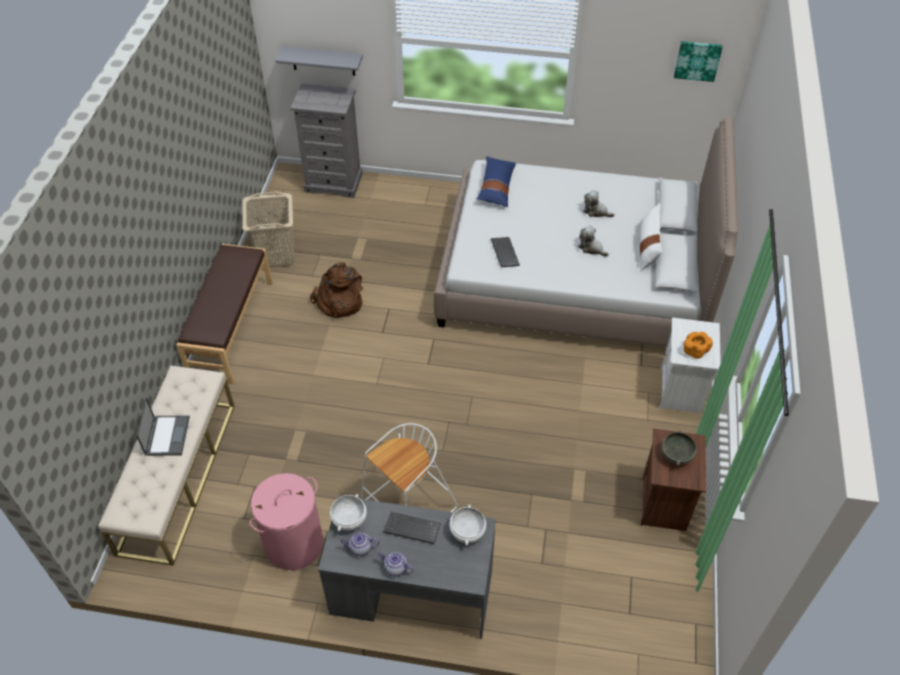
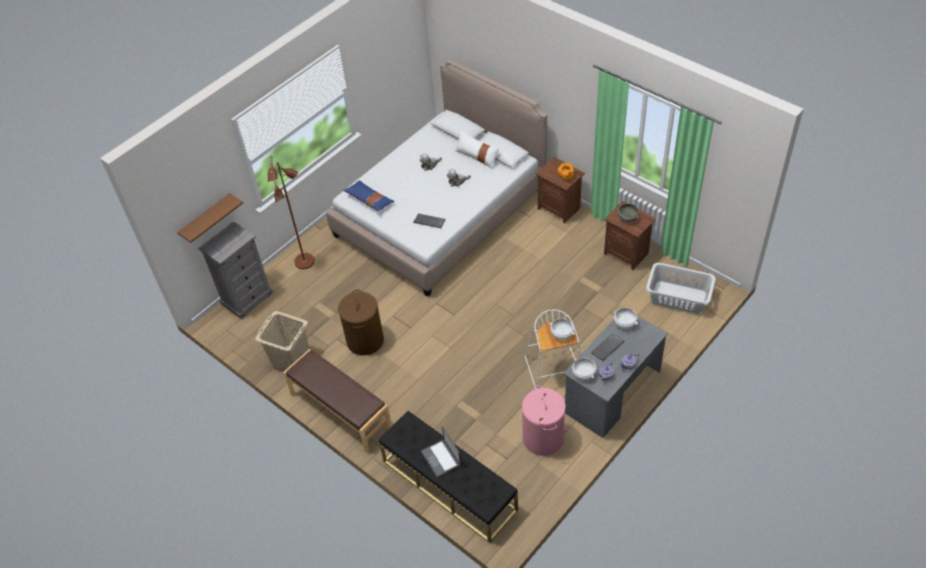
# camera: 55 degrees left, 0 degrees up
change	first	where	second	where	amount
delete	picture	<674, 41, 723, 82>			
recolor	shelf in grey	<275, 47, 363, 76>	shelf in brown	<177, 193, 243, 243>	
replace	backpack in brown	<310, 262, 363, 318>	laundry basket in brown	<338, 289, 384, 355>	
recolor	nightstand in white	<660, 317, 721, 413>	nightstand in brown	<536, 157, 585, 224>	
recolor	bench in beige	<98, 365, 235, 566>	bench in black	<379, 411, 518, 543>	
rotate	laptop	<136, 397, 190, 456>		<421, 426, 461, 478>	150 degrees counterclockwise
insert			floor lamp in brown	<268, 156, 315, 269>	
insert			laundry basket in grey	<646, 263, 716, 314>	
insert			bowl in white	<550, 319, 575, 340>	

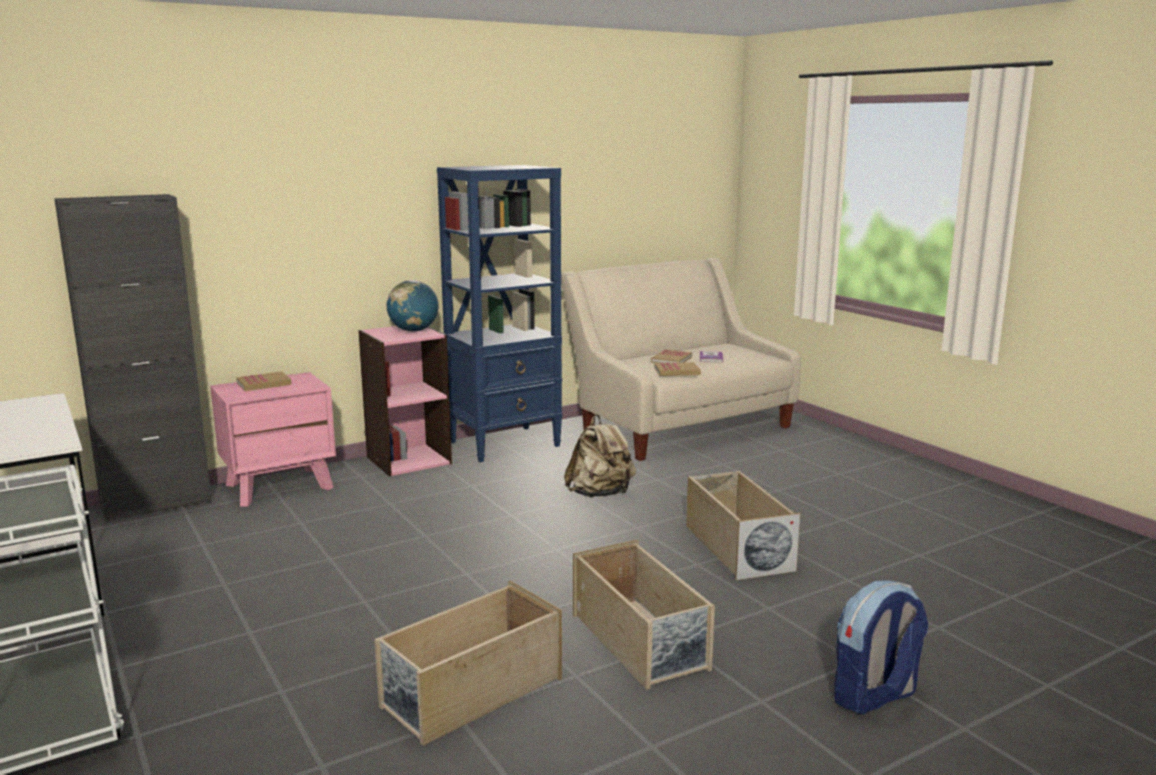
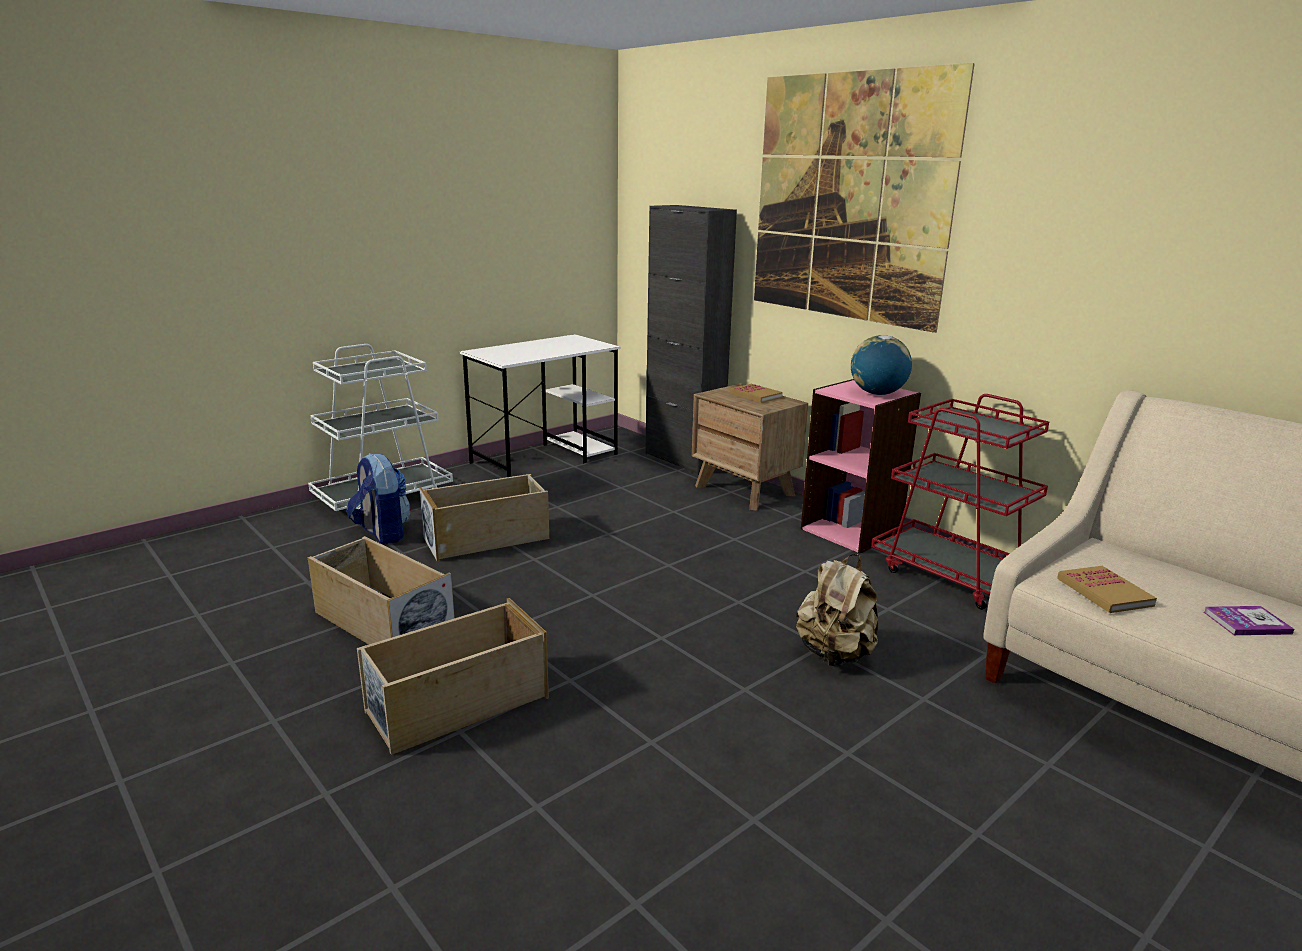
# camera: 80 degrees right, 5 degrees up
change	first	where	second	where	amount
replace	bookcase in blue	<437, 165, 562, 462>	cart in red	<871, 394, 1049, 610>	
delete	book	<651, 349, 692, 363>			
recolor	nightstand in pink	<210, 372, 336, 507>	nightstand in brown	<692, 384, 808, 511>	
move	storage box in beige	<686, 470, 801, 580>		<419, 474, 549, 561>	
move	backpack	<834, 580, 928, 714>		<346, 453, 411, 544>	
insert			picture	<754, 63, 975, 333>	

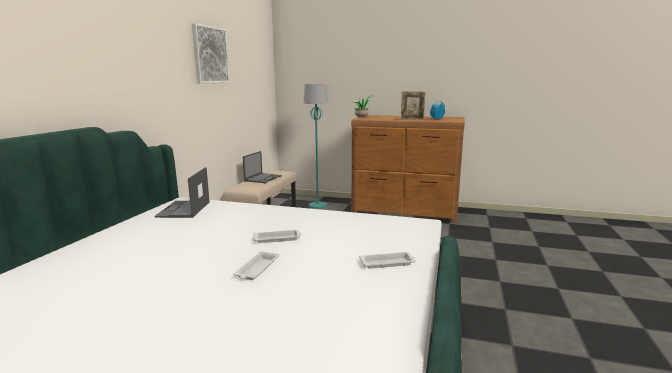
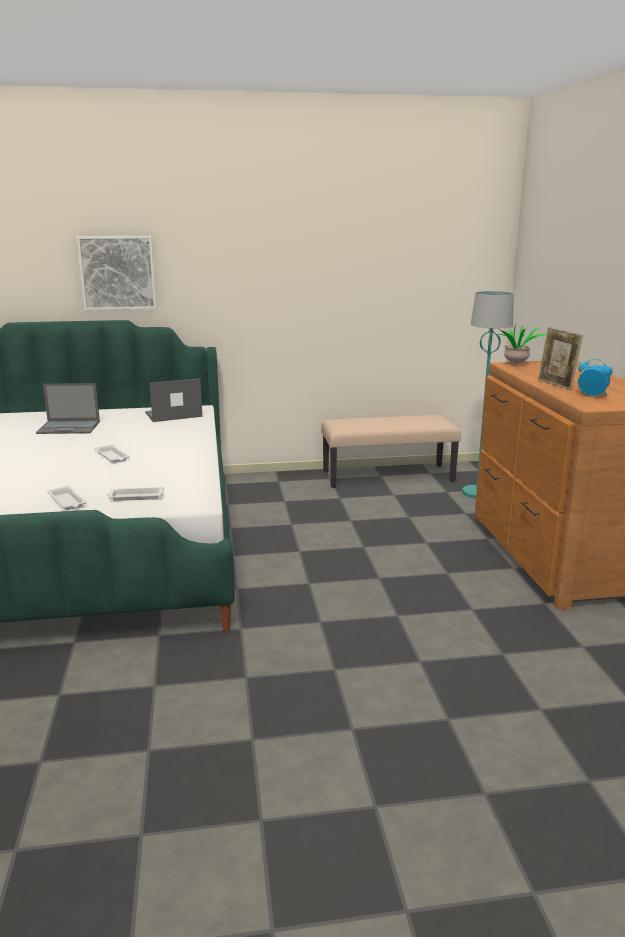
# camera: 65 degrees right, 5 degrees up
change	first	where	second	where	amount
move	picture	<192, 23, 230, 84>		<76, 236, 157, 311>	
move	laptop	<243, 151, 281, 183>		<36, 383, 100, 434>	
move	tray in white	<233, 251, 279, 280>		<107, 486, 164, 501>	

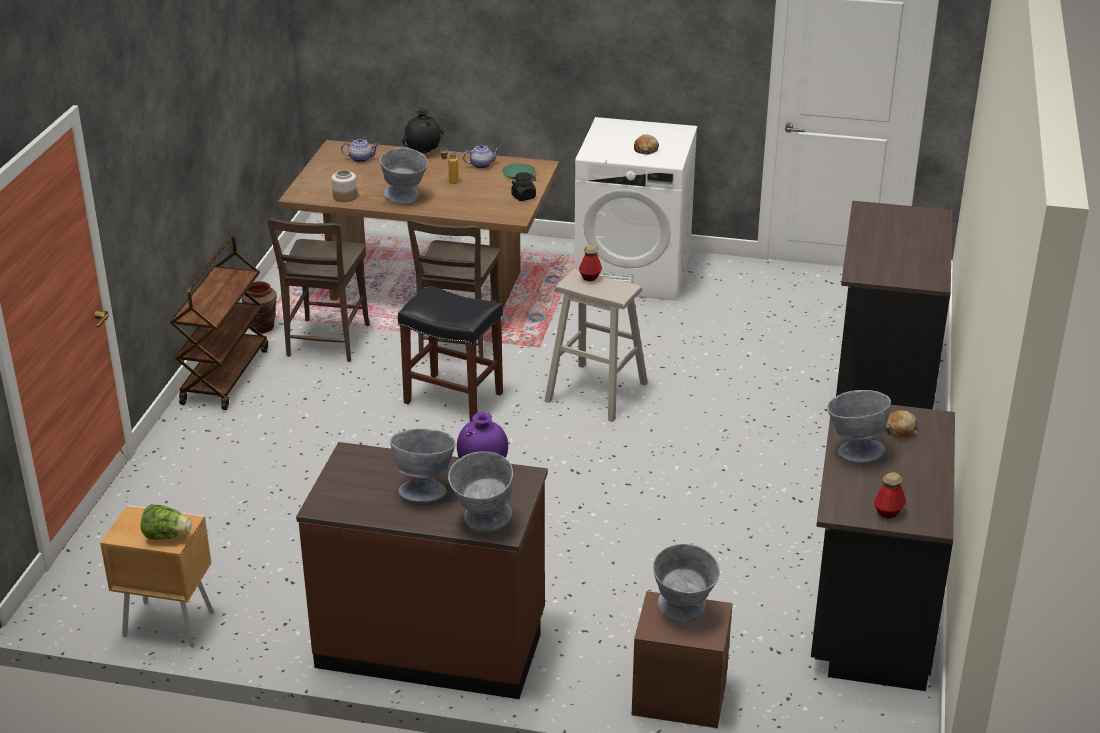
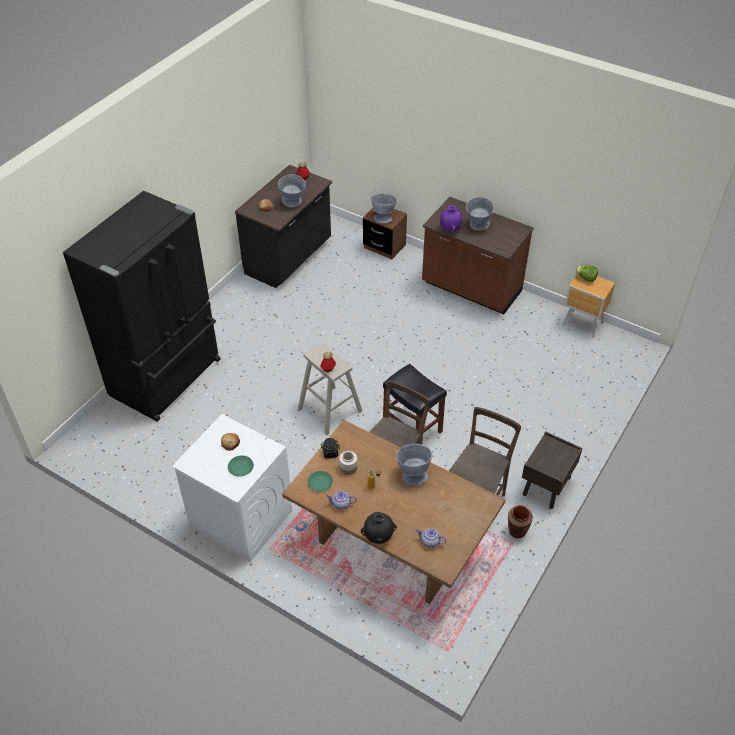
# camera: 160 degrees left, 15 degrees up
change	first	where	second	where	amount
move	jar	<332, 170, 357, 202>		<339, 451, 357, 475>	
replace	counter in black	<836, 201, 952, 409>	fridge in black	<63, 191, 221, 422>	
replace	cart in brown	<170, 235, 268, 410>	nightstand in brown	<522, 431, 582, 509>	
delete	bowl in grey	<448, 451, 513, 532>			
insert			plate in green	<228, 456, 254, 476>	

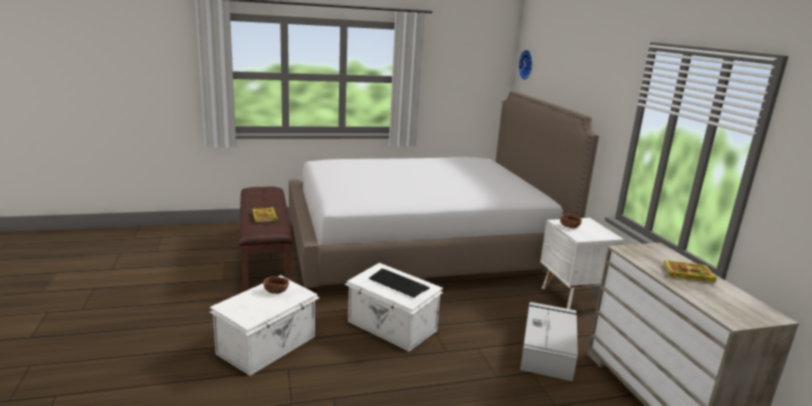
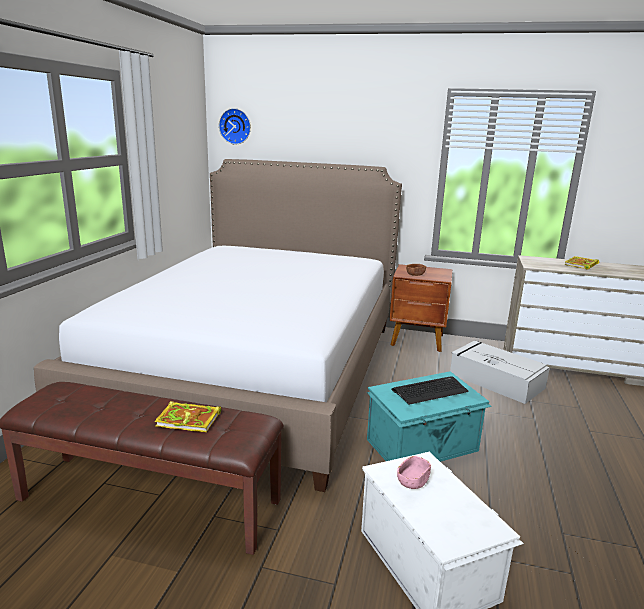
# camera: 60 degrees left, 0 degrees up
change	first	where	second	where	amount
recolor	nightstand in white	<540, 218, 624, 309>	nightstand in brown	<390, 264, 452, 352>	
recolor	storage box in white	<344, 263, 443, 352>	storage box in turquoise	<367, 371, 492, 462>	
recolor	bowl in brown	<263, 277, 289, 294>	bowl in pink	<397, 456, 431, 489>	

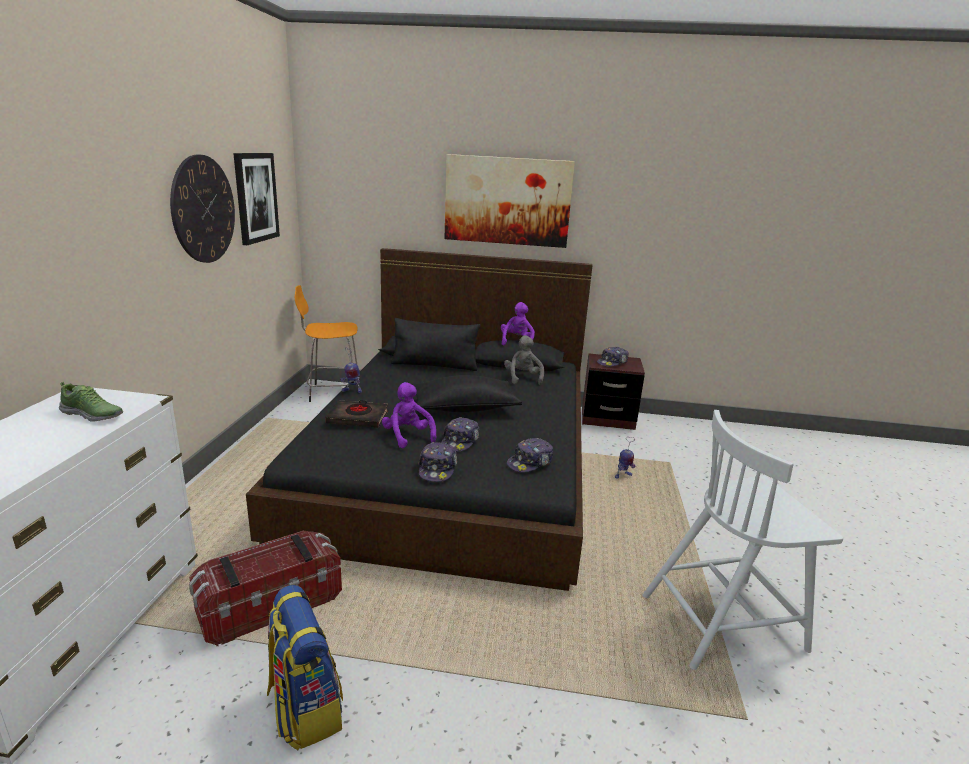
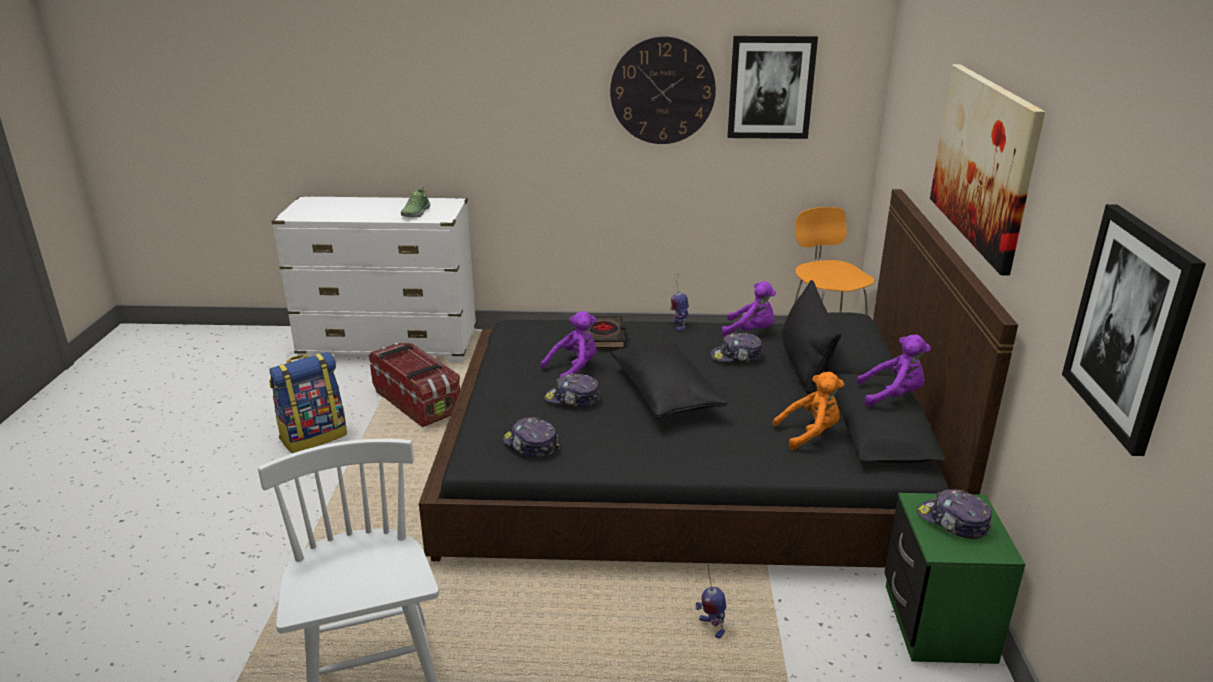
# camera: 85 degrees right, 5 degrees up
change	first	where	second	where	amount
recolor	plush toy in grey	<504, 335, 544, 385>	plush toy in orange	<772, 372, 844, 450>	
recolor	nightstand in brown	<582, 353, 645, 430>	nightstand in green	<884, 493, 1025, 664>	
move	cap	<418, 442, 457, 482>		<711, 332, 762, 362>	
insert			picture	<1062, 204, 1206, 456>	
insert			plush toy in purple	<721, 281, 776, 336>	

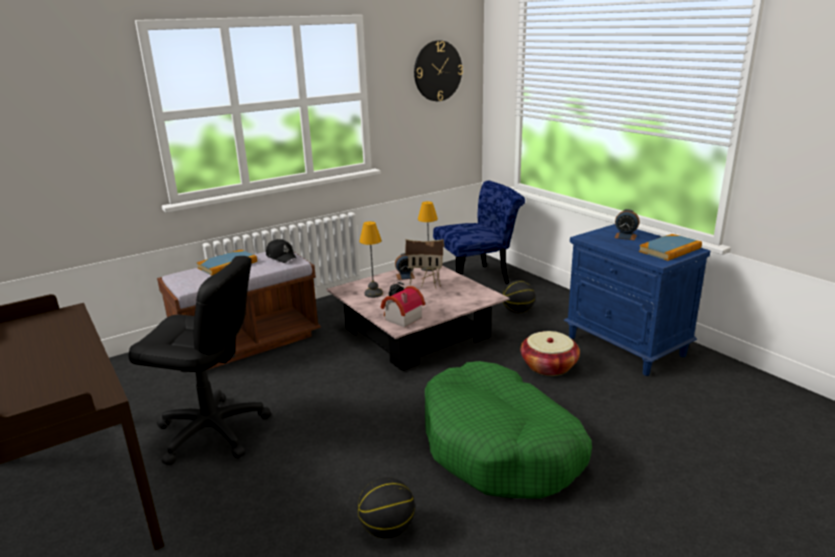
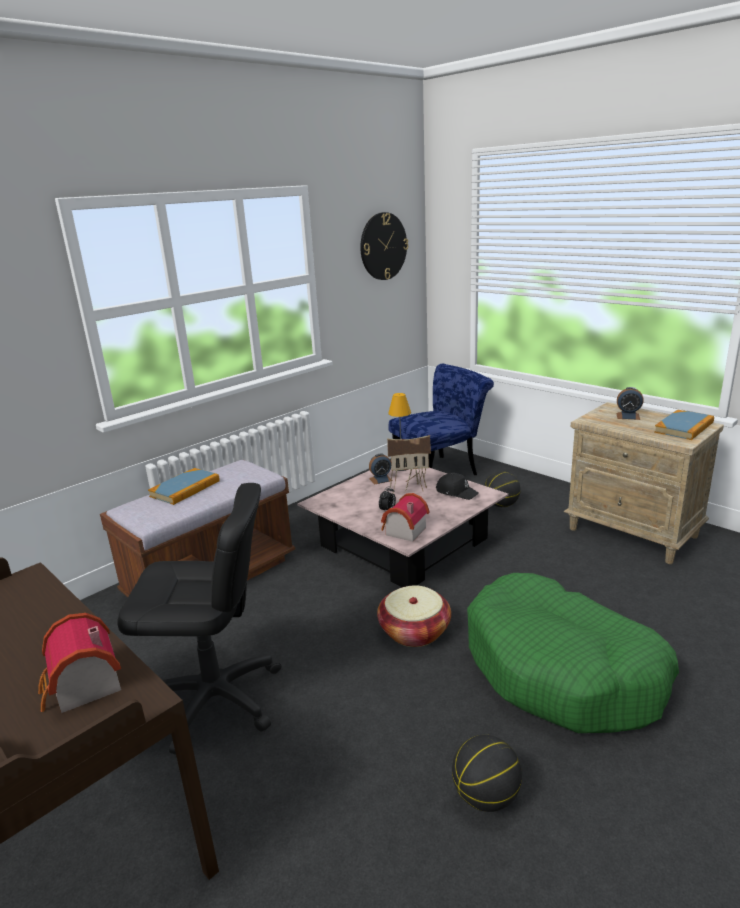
# camera: 10 degrees left, 0 degrees up
change	first	where	second	where	amount
delete	table lamp	<359, 221, 383, 298>			
recolor	nightstand in blue	<564, 224, 710, 376>	nightstand in beige	<564, 402, 724, 564>	
move	cap in black	<266, 239, 296, 263>		<436, 473, 479, 500>	
move	basket	<520, 331, 580, 376>		<377, 585, 451, 647>	
insert			toy house	<38, 613, 121, 713>	

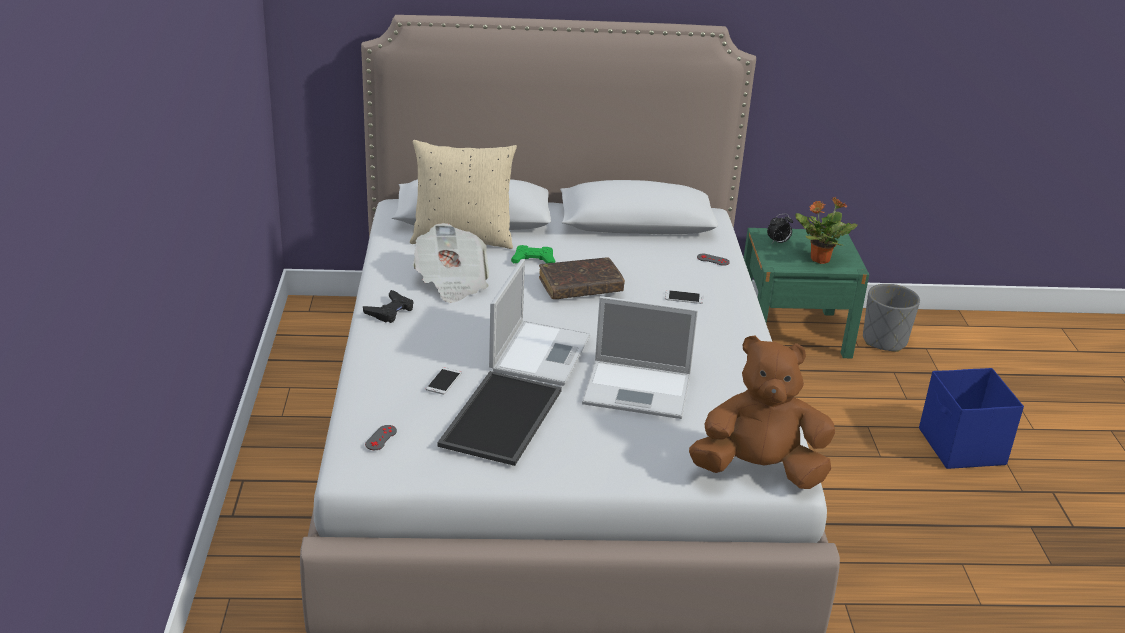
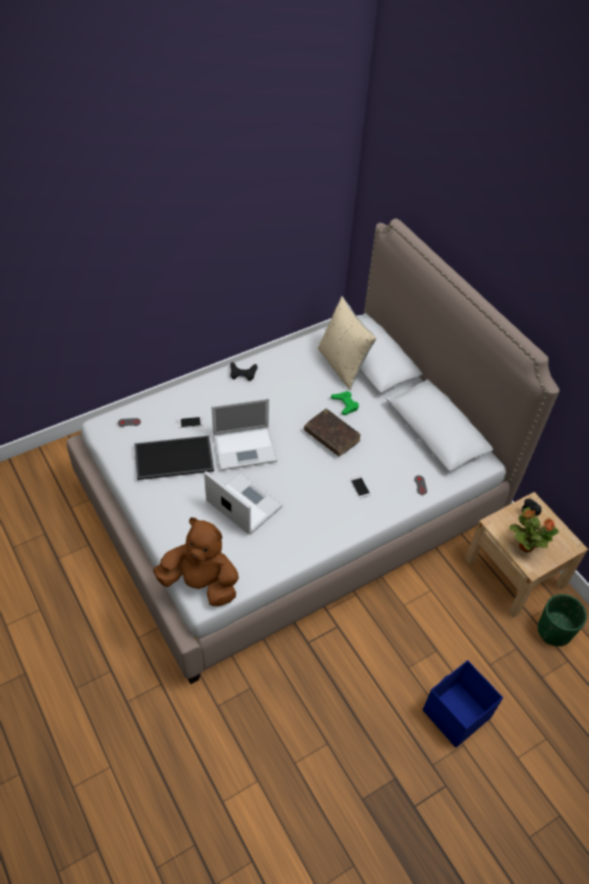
# camera: 60 degrees right, 20 degrees up
change	first	where	second	where	amount
delete	newspaper	<413, 223, 489, 303>			
recolor	nightstand in green	<744, 228, 869, 358>	nightstand in beige	<465, 492, 588, 618>	
recolor	planter in grey	<863, 284, 920, 352>	planter in green	<538, 594, 587, 646>	
rotate	laptop	<582, 296, 698, 419>		<204, 471, 283, 535>	150 degrees clockwise
rotate	plush toy in brown	<689, 335, 835, 489>		<153, 518, 239, 606>	45 degrees counterclockwise

